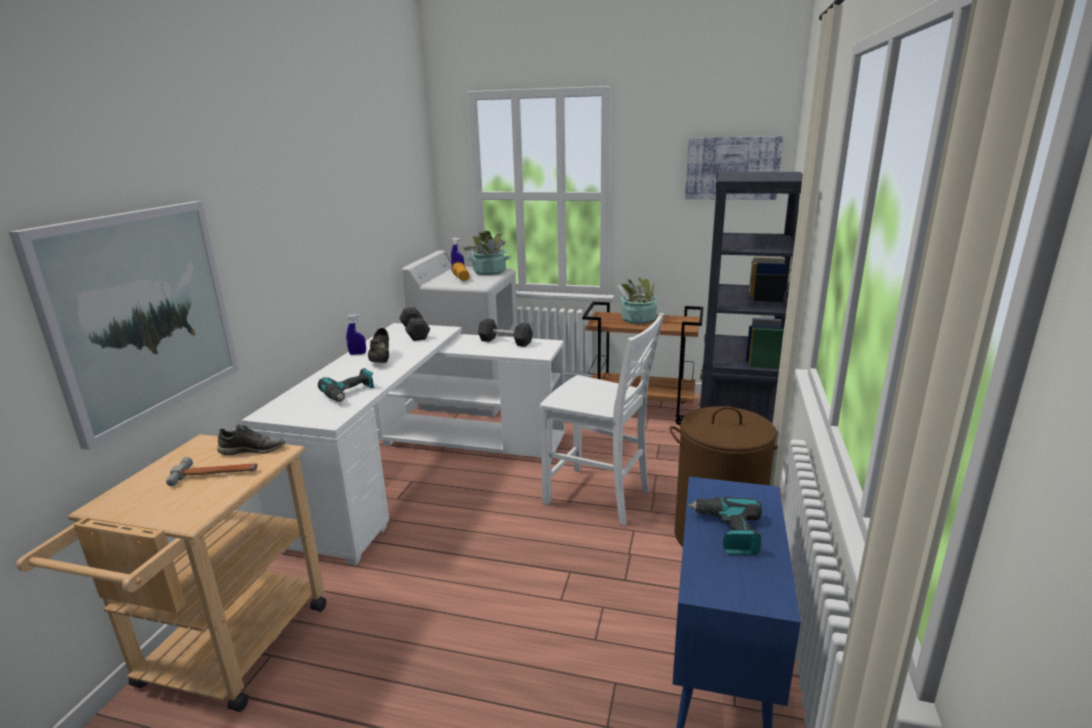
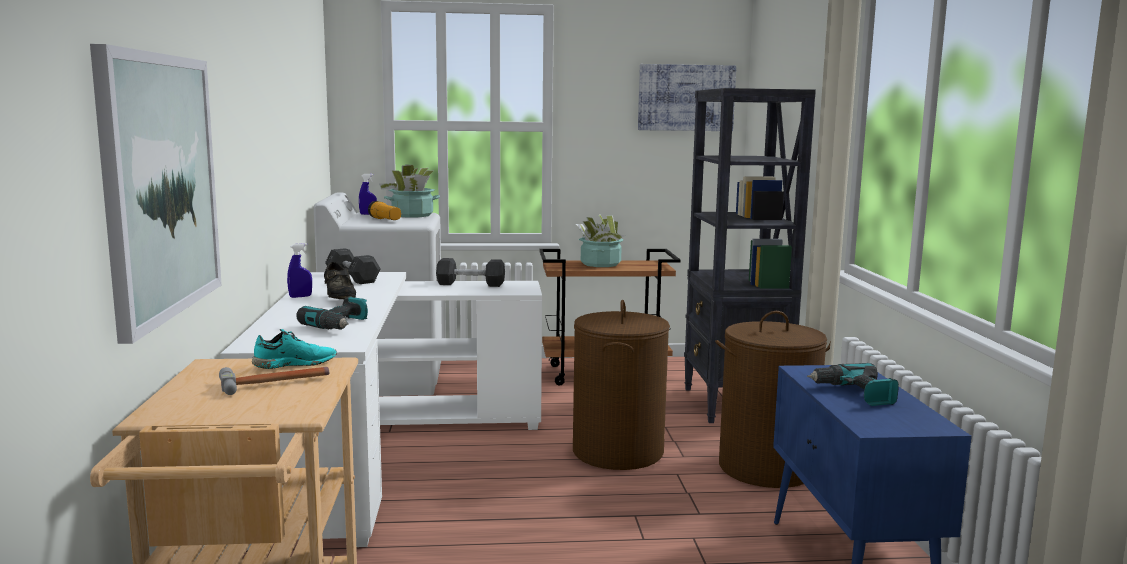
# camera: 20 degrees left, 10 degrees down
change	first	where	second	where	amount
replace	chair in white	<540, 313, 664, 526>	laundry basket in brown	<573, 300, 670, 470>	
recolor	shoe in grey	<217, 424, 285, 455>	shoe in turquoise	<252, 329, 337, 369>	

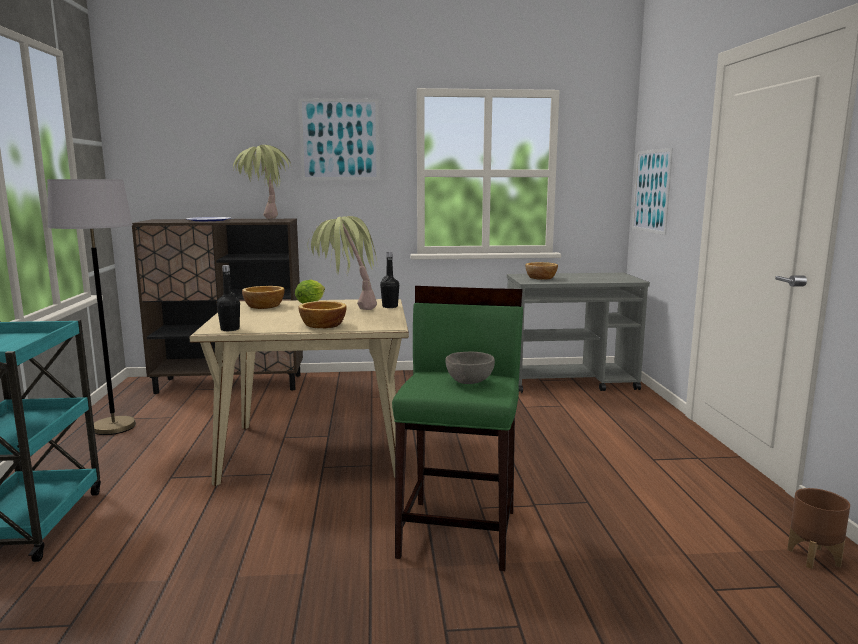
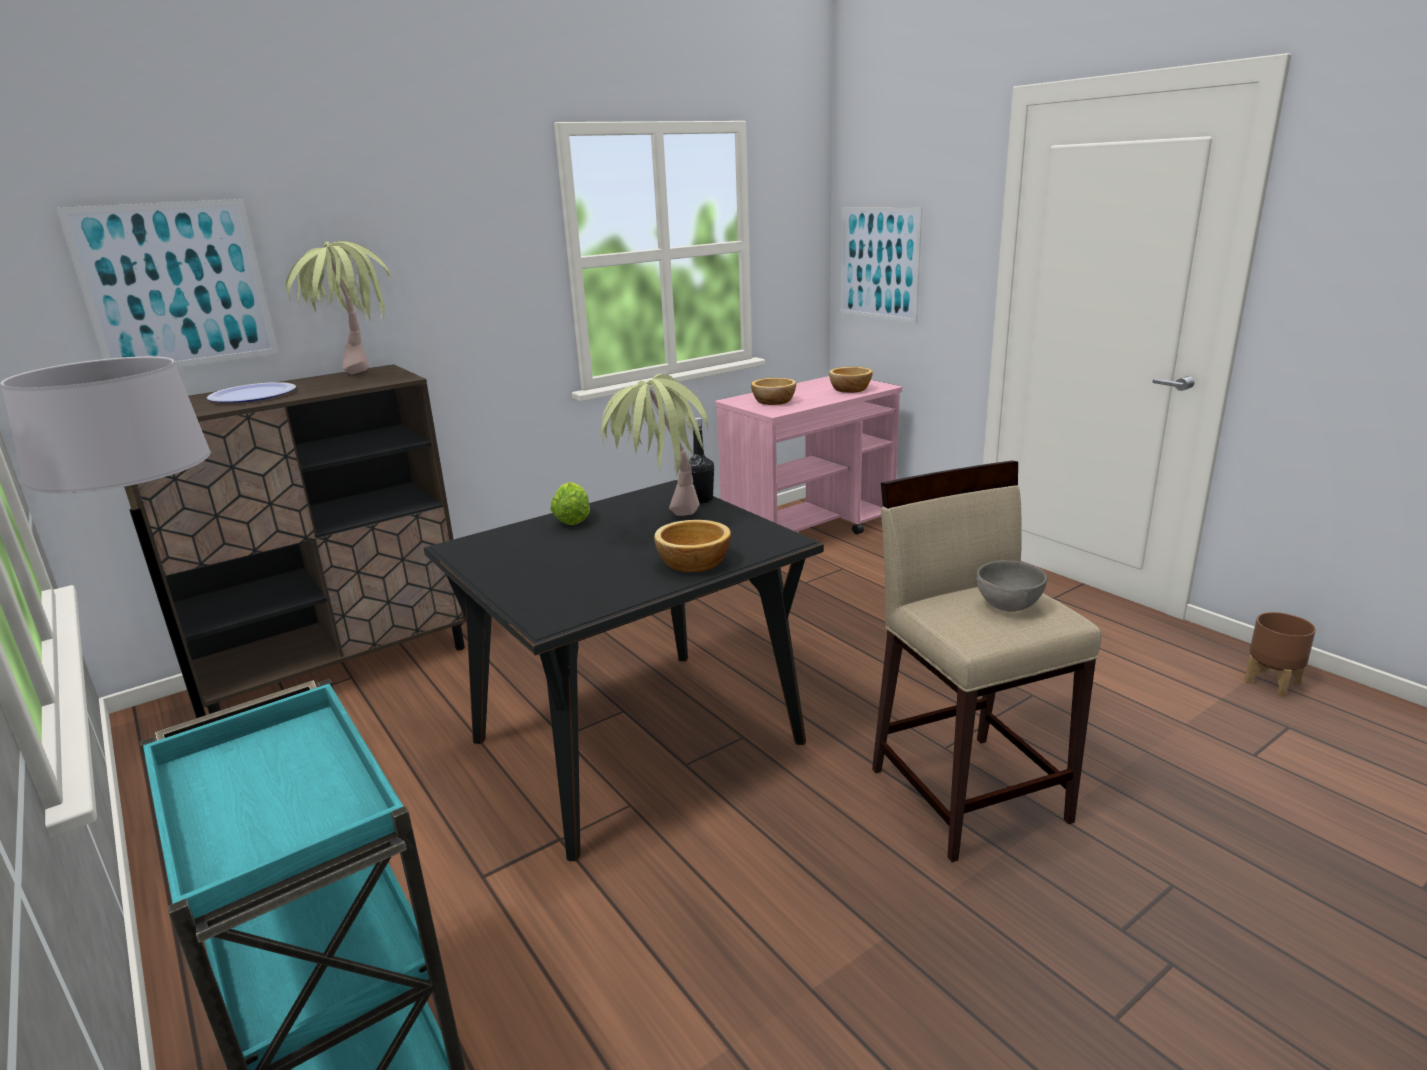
# camera: 30 degrees left, 10 degrees up
change	first	where	second	where	amount
move	picture	<298, 98, 380, 180>		<57, 199, 279, 368>	
delete	bottle in black	<217, 265, 240, 331>			
recolor	cart in grey	<507, 273, 650, 393>	cart in pink	<715, 376, 902, 534>	
move	bowl	<242, 286, 285, 309>		<829, 367, 873, 393>	
recolor	stool in green	<392, 286, 523, 571>	stool in beige	<872, 461, 1101, 862>	
recolor	dining table in beige	<190, 299, 409, 486>	dining table in black	<424, 480, 824, 861>	

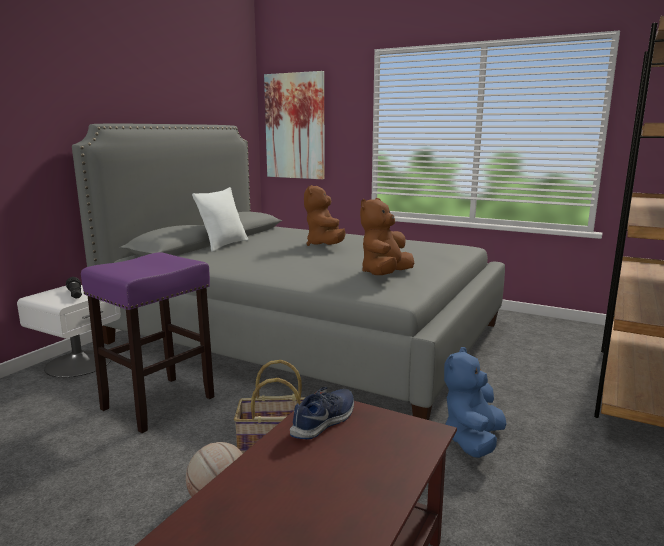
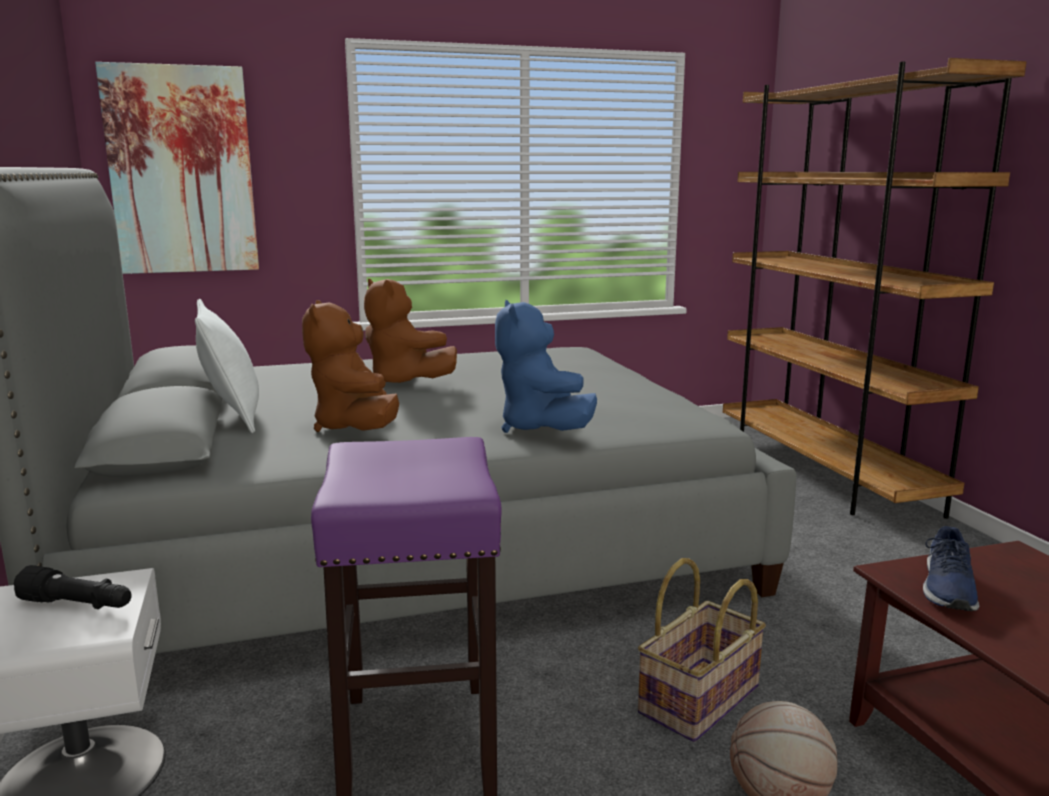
# camera: 45 degrees left, 0 degrees up
change	first	where	second	where	amount
move	plush toy in brown	<360, 198, 414, 275>		<302, 300, 399, 432>	
move	plush toy in blue	<444, 347, 507, 458>		<495, 300, 597, 433>	
rotate	shoe in blue	<290, 387, 354, 439>		<923, 526, 979, 611>	150 degrees counterclockwise

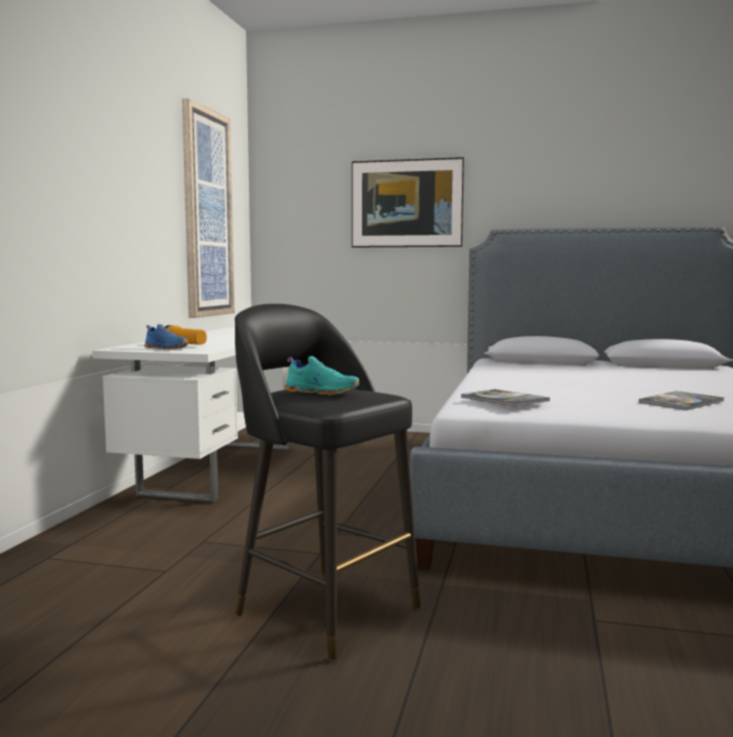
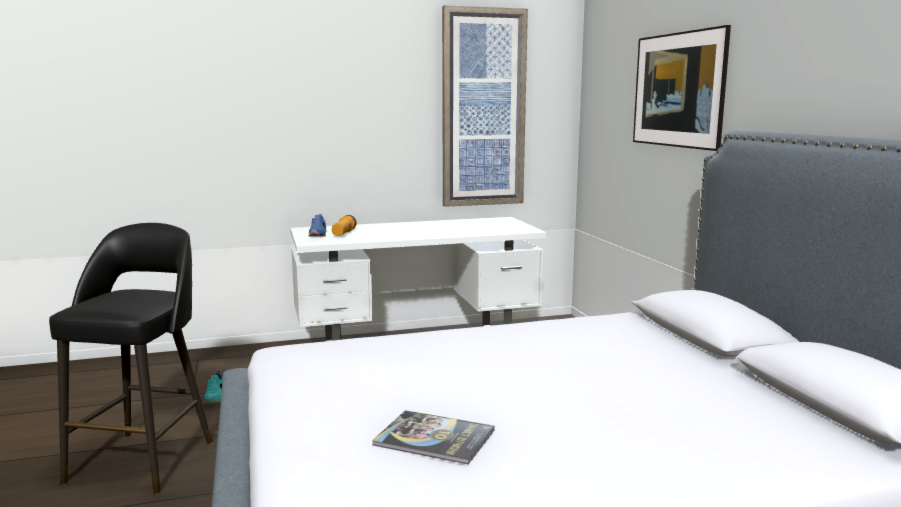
# camera: 60 degrees right, 5 degrees up
change	first	where	second	where	amount
move	shoe in turquoise	<284, 356, 359, 395>		<204, 371, 223, 404>	
delete	book	<461, 389, 550, 407>			

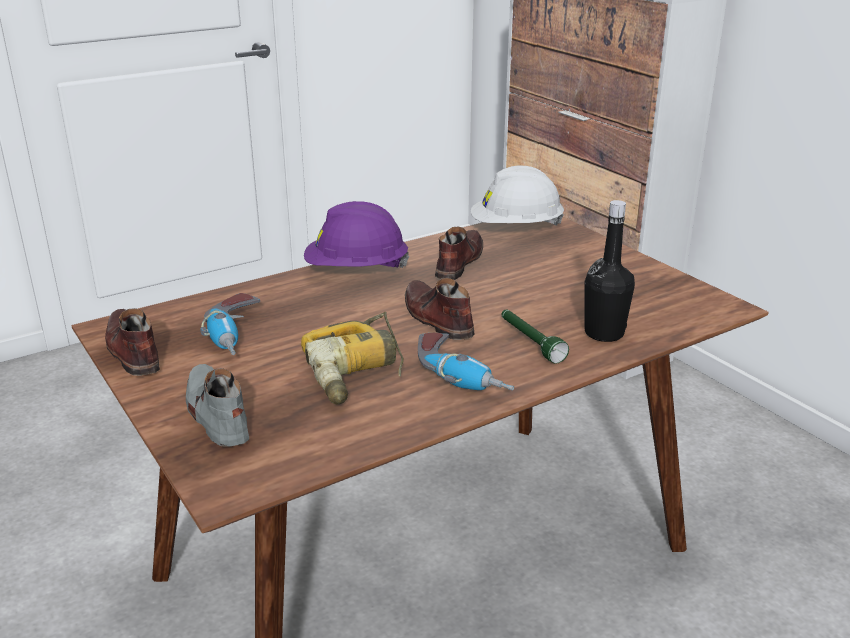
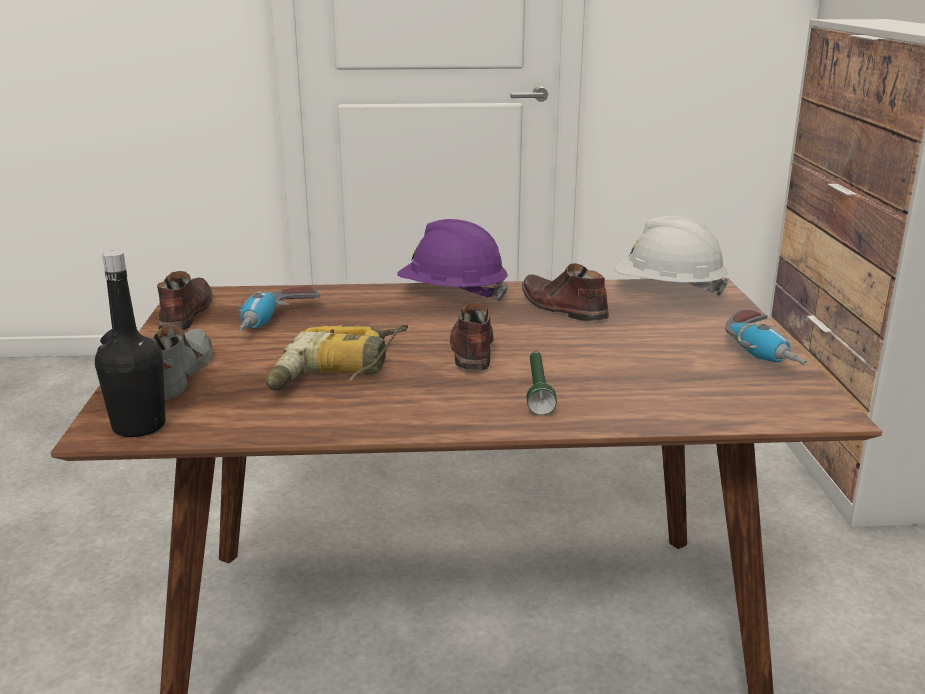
# camera: 30 degrees right, 5 degrees down
change	first	where	second	where	amount
move	bottle in black	<585, 200, 635, 342>		<95, 250, 165, 437>	
rotate	shoe in brown	<435, 226, 483, 280>		<522, 263, 609, 321>	90 degrees counterclockwise
move	power drill	<418, 333, 514, 391>		<725, 310, 807, 365>	

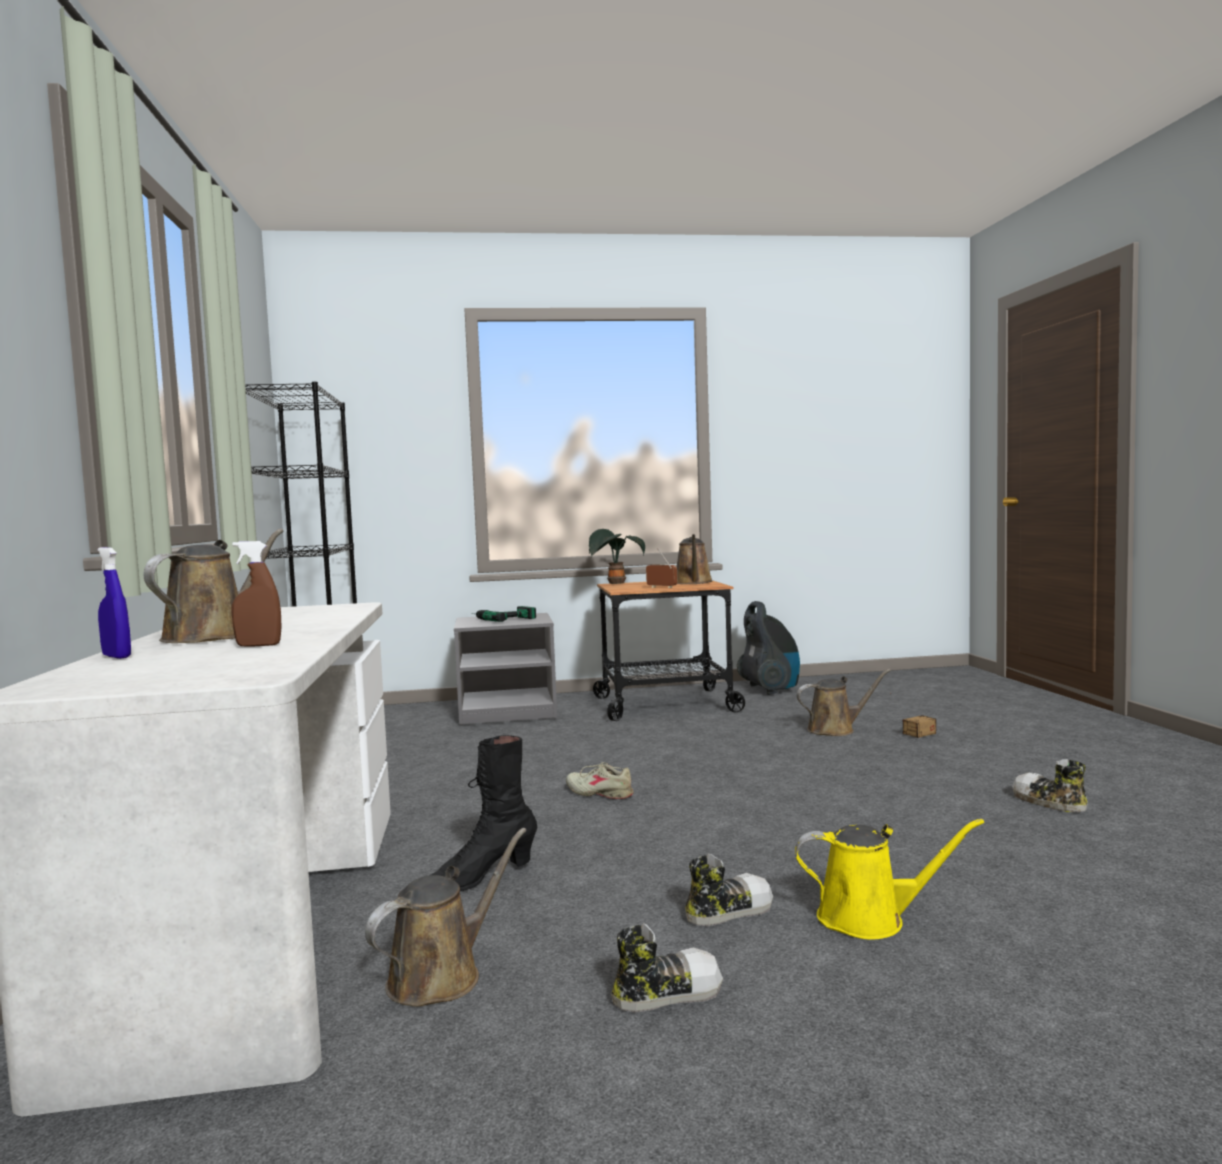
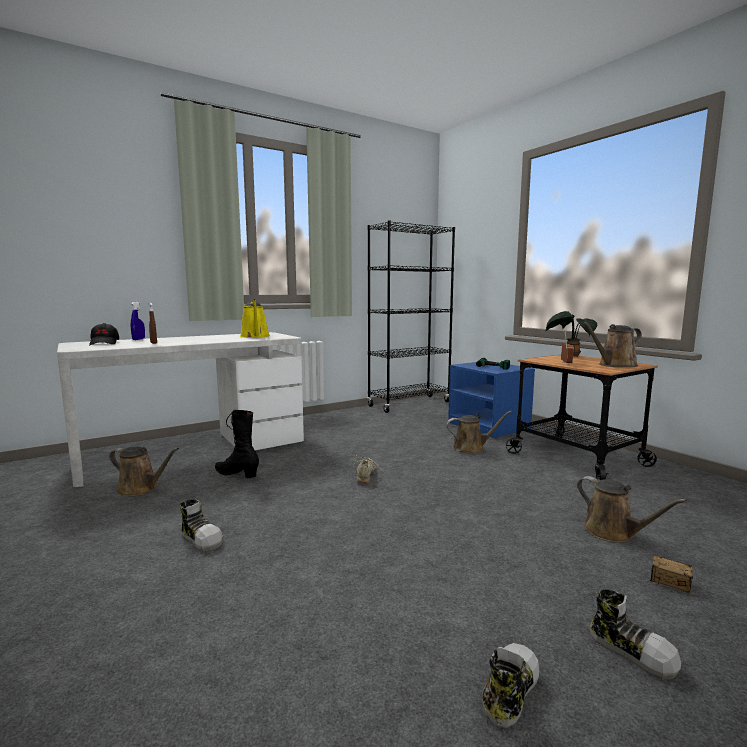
# camera: 65 degrees right, 5 degrees up
change	first	where	second	where	amount
move	watering can in brown	<143, 529, 284, 643>		<446, 411, 512, 454>	
delete	vacuum cleaner	<737, 601, 800, 695>			
recolor	nightstand in grey	<454, 613, 557, 725>	nightstand in blue	<448, 362, 535, 438>	
move	watering can in yellow	<795, 819, 984, 939>		<240, 299, 270, 338>	
move	shoe	<611, 923, 723, 1013>		<590, 589, 681, 680>	
insert			cap in black	<89, 323, 119, 345>	

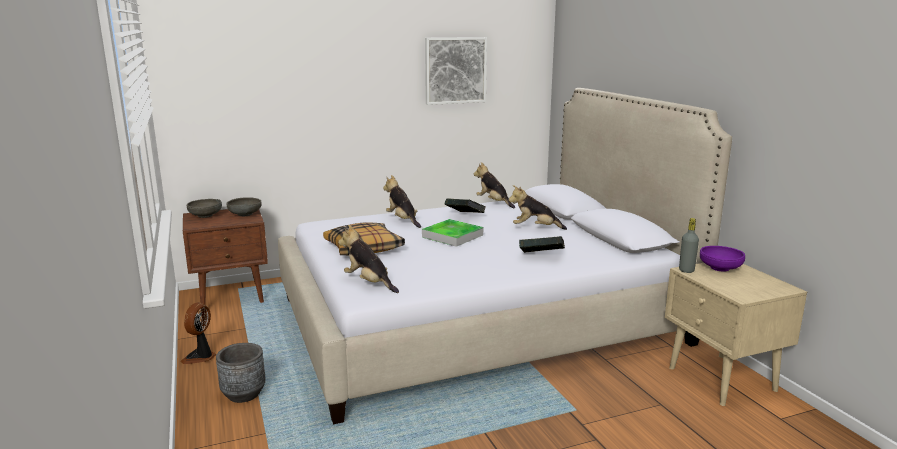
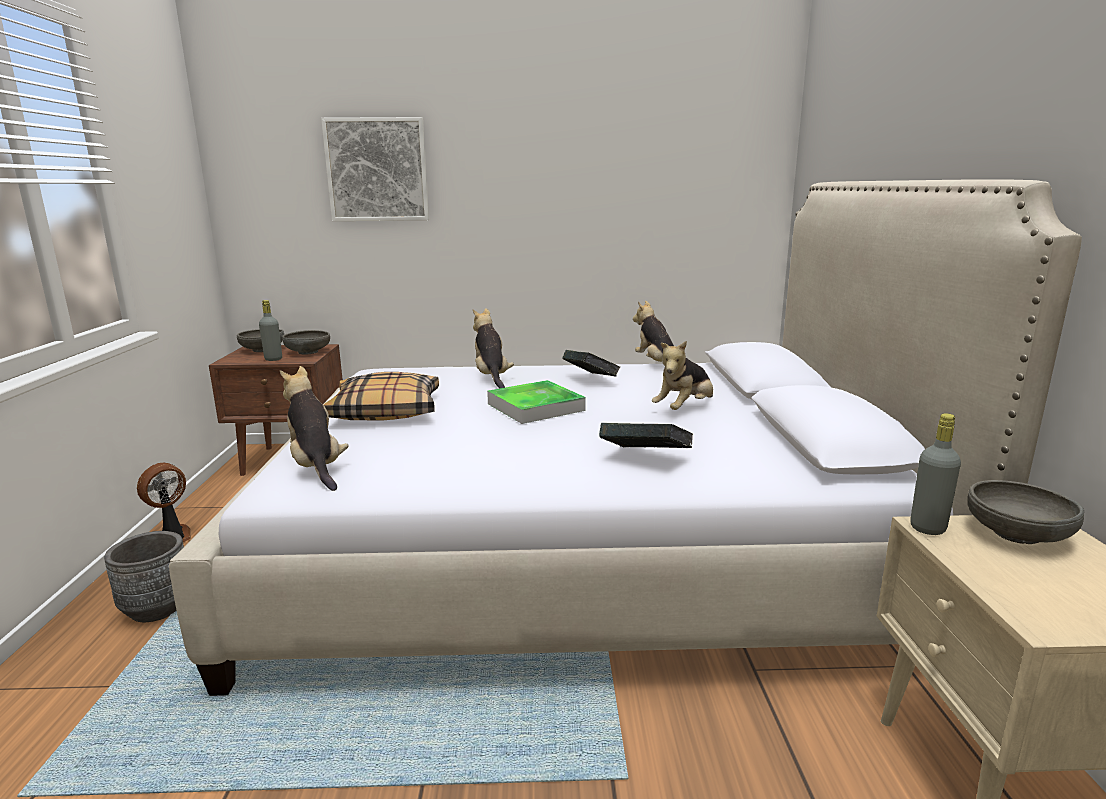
# camera: 20 degrees right, 0 degrees up
change	first	where	second	where	amount
move	picture	<425, 37, 487, 105>		<321, 117, 429, 221>	
rotate	plush toy	<508, 185, 567, 230>		<652, 341, 713, 410>	75 degrees counterclockwise
recolor	bowl in purple	<700, 246, 745, 272>	bowl in grey	<967, 480, 1084, 544>	
insert			bottle in grey	<259, 300, 282, 361>	

